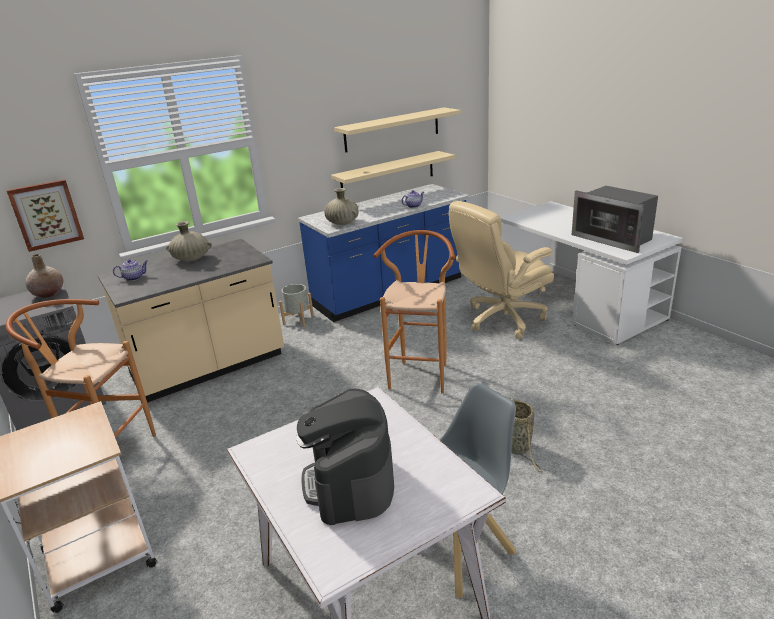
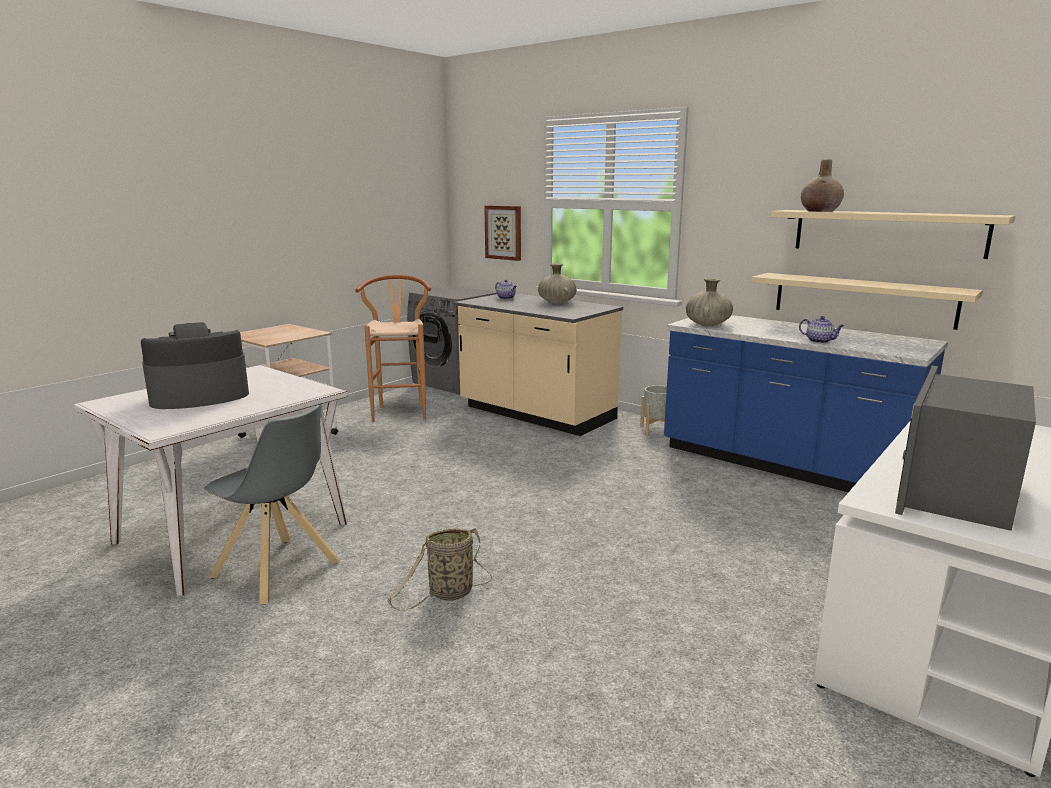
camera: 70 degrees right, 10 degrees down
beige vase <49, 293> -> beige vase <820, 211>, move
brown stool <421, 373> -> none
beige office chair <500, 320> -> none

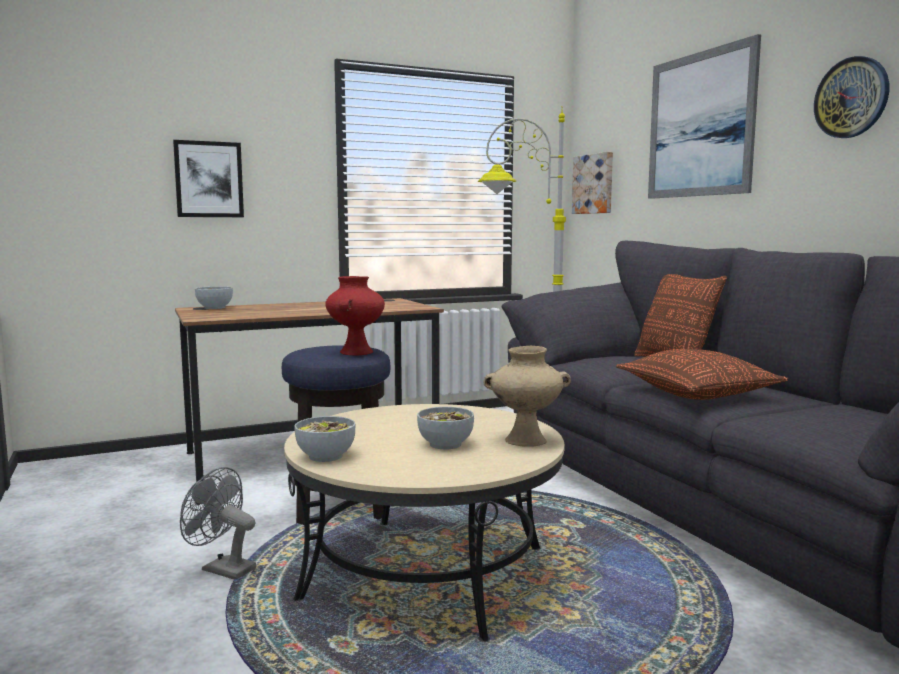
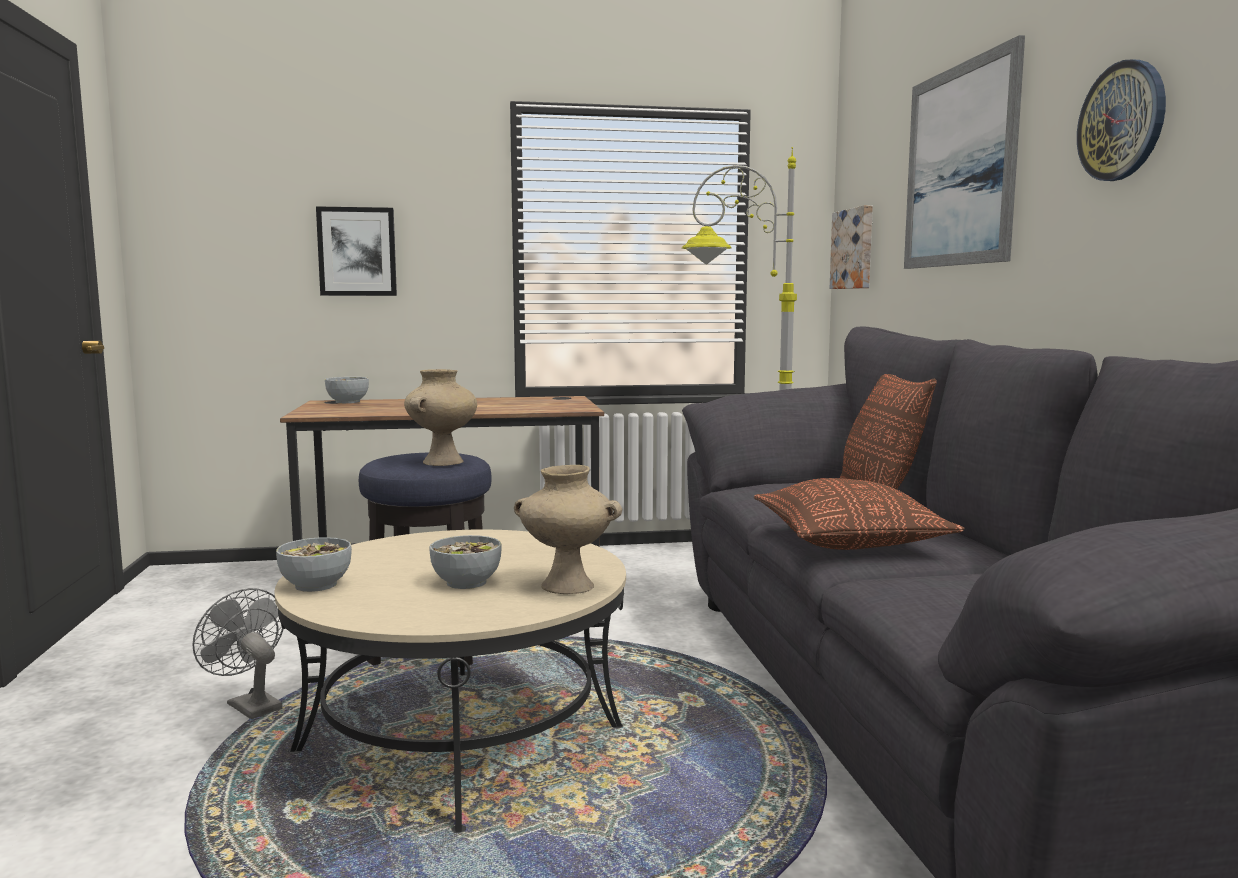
camera: 15 degrees right, 0 degrees up
red vase <356, 352> -> beige vase <443, 462>

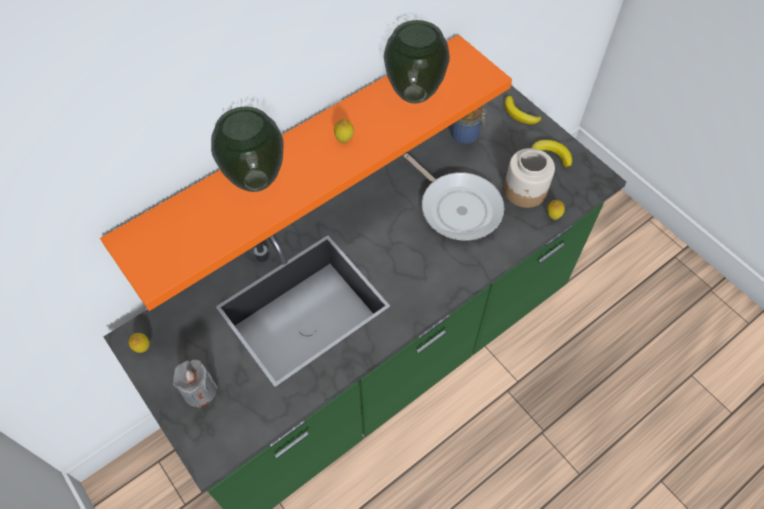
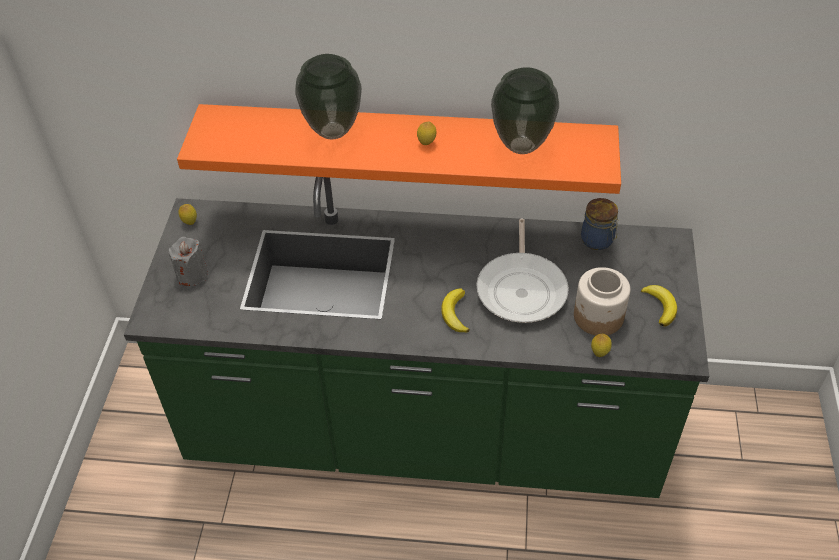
camera: 45 degrees right, 10 degrees down
banana <519, 114> -> banana <455, 313>, move

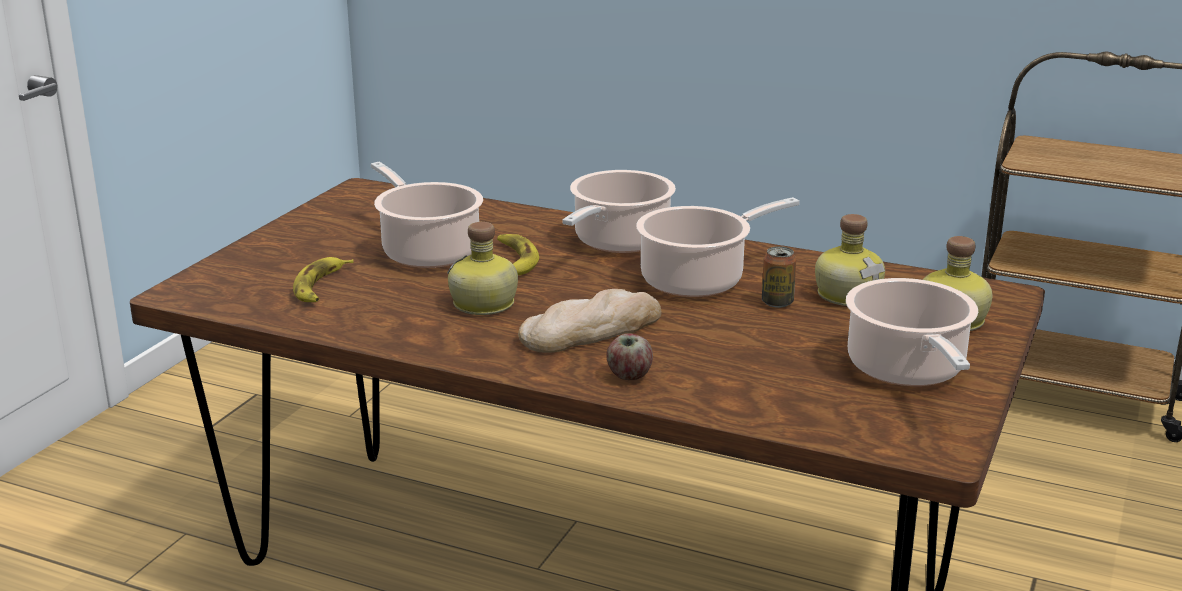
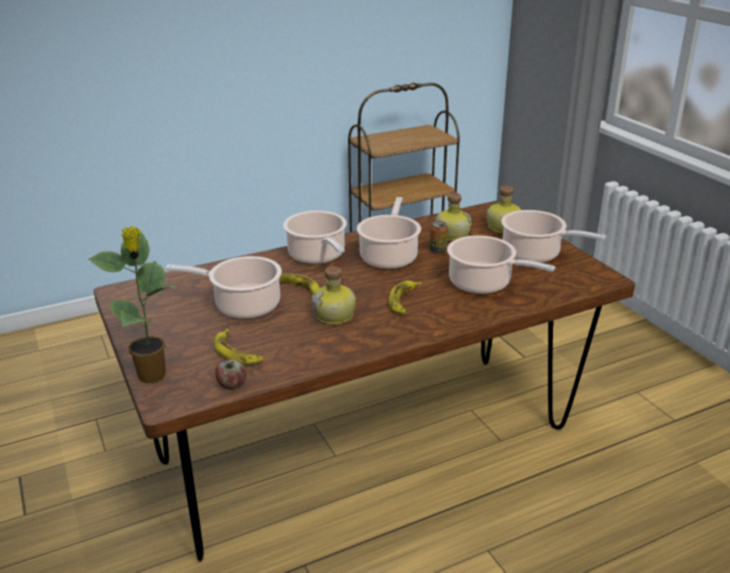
camera: 50 degrees left, 5 degrees up
none -> potted plant <153, 376>
apple <629, 376> -> apple <231, 385>, move
bread <591, 329> -> banana <404, 301>
none -> cooking pot <483, 284>

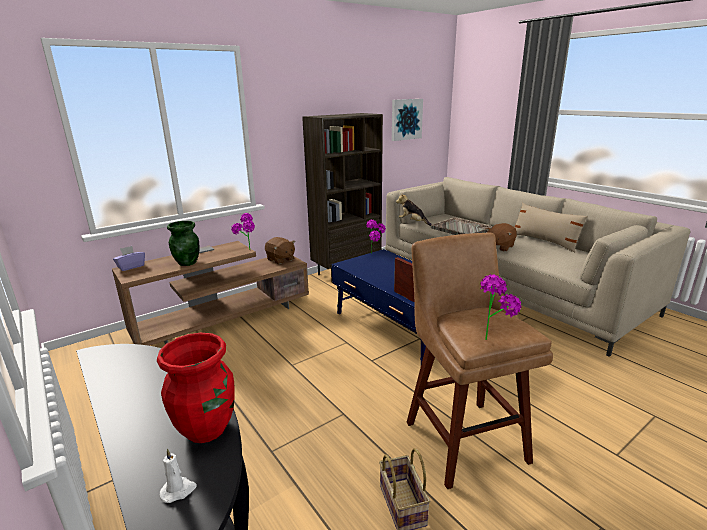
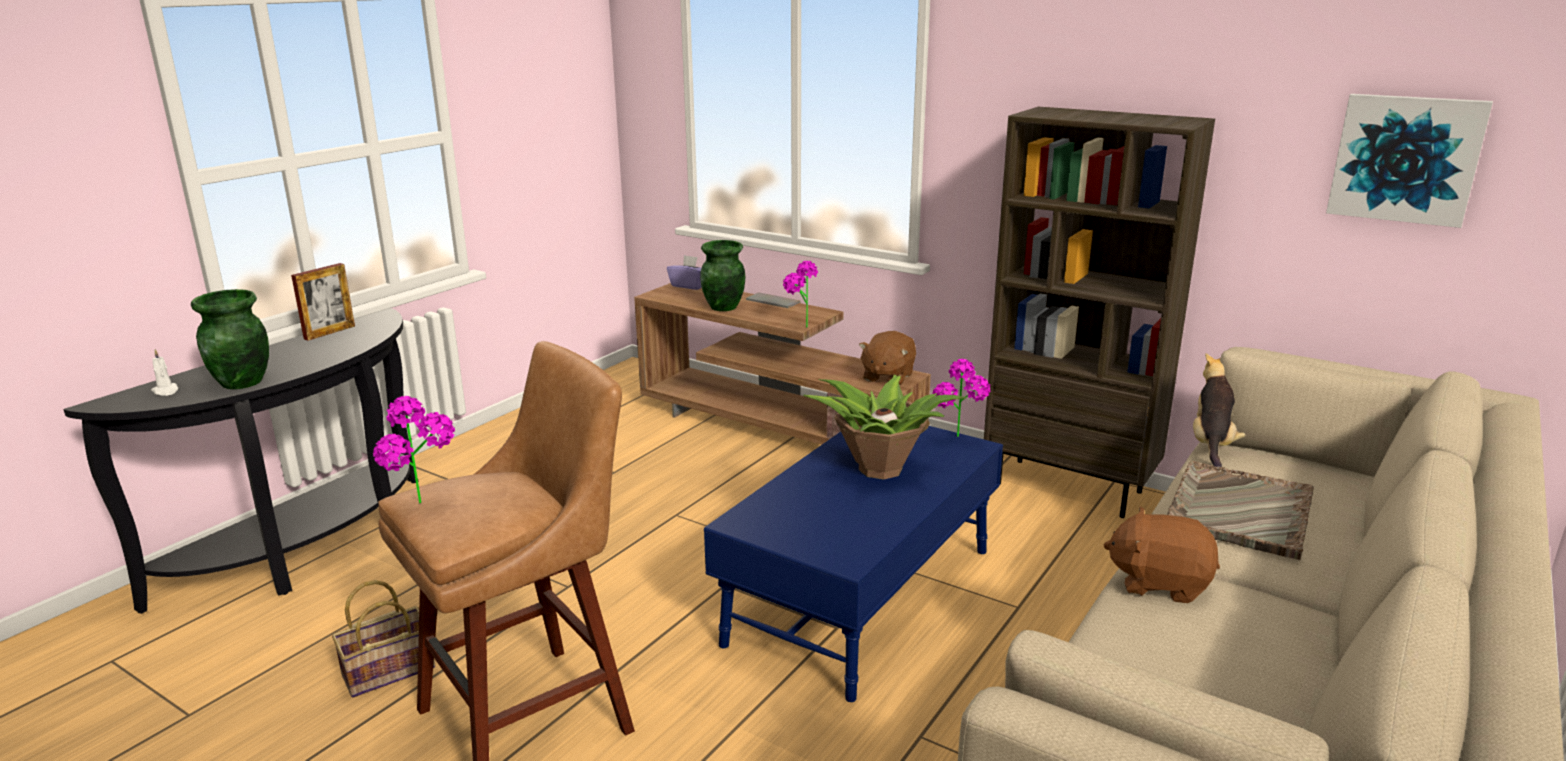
camera: 70 degrees right, 0 degrees up
red vase <207, 428> -> green vase <242, 382>
picture frame <405, 296> -> picture frame <329, 332>, move
none -> potted plant <878, 468>
beige pillow <544, 241> -> none

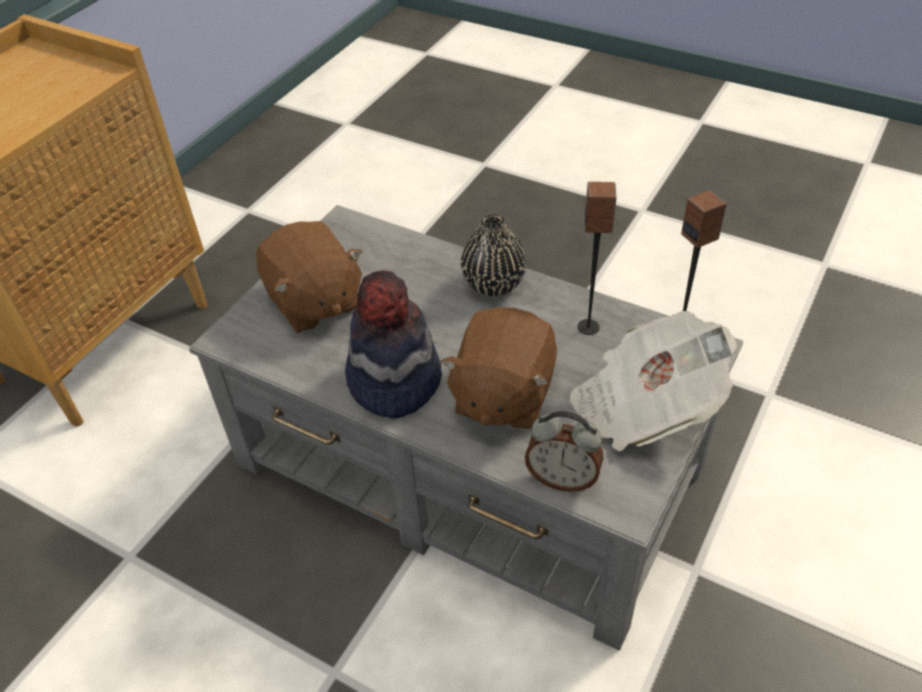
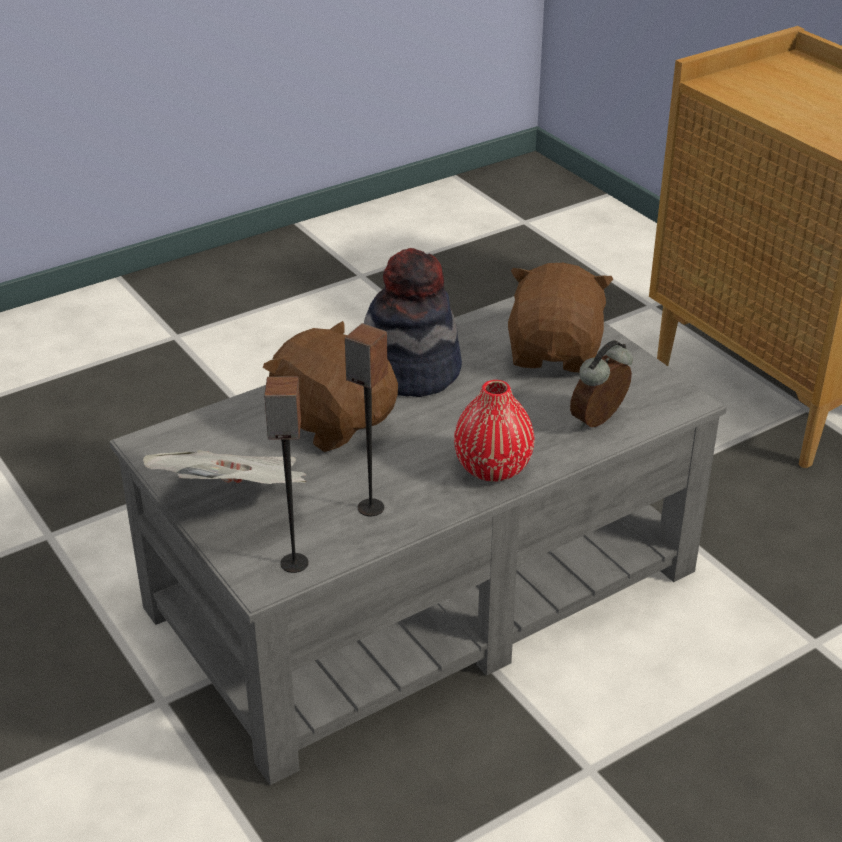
camera: 115 degrees right, 10 degrees down
black vase <493, 284> -> red vase <493, 468>
brown plush toy <314, 303> -> brown plush toy <556, 353>, 105 degrees clockwise
alarm clock <562, 478> -> alarm clock <600, 422>, move

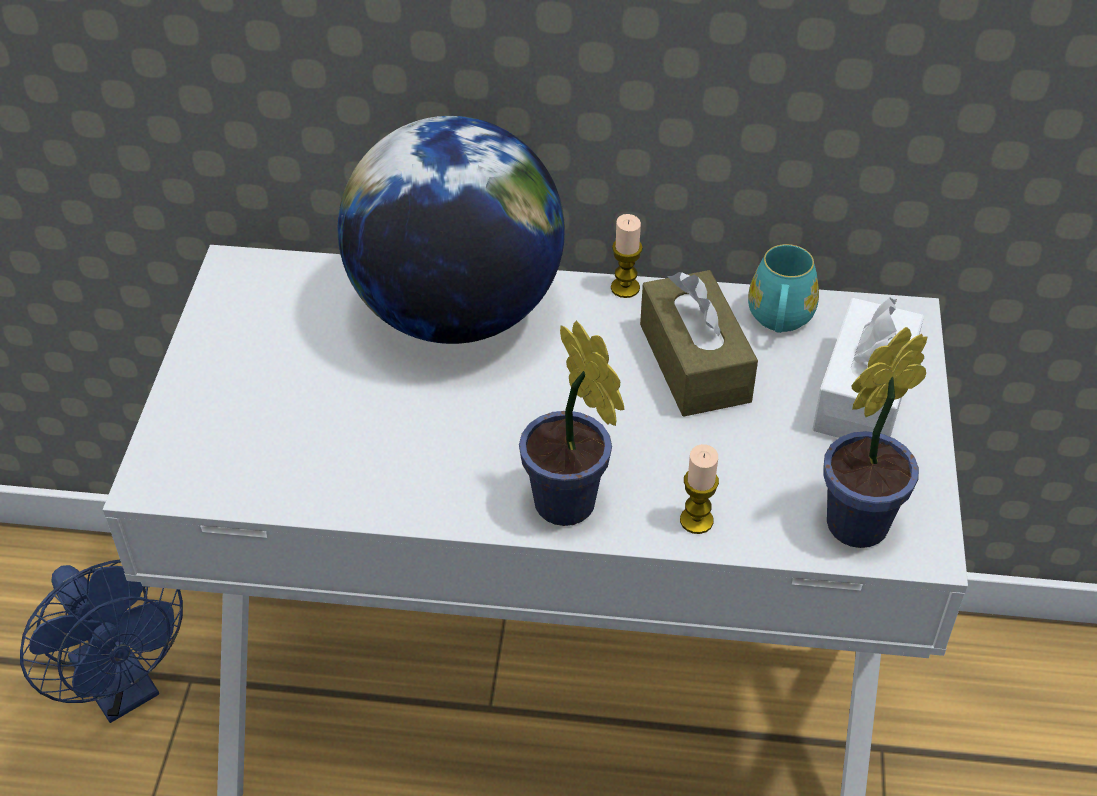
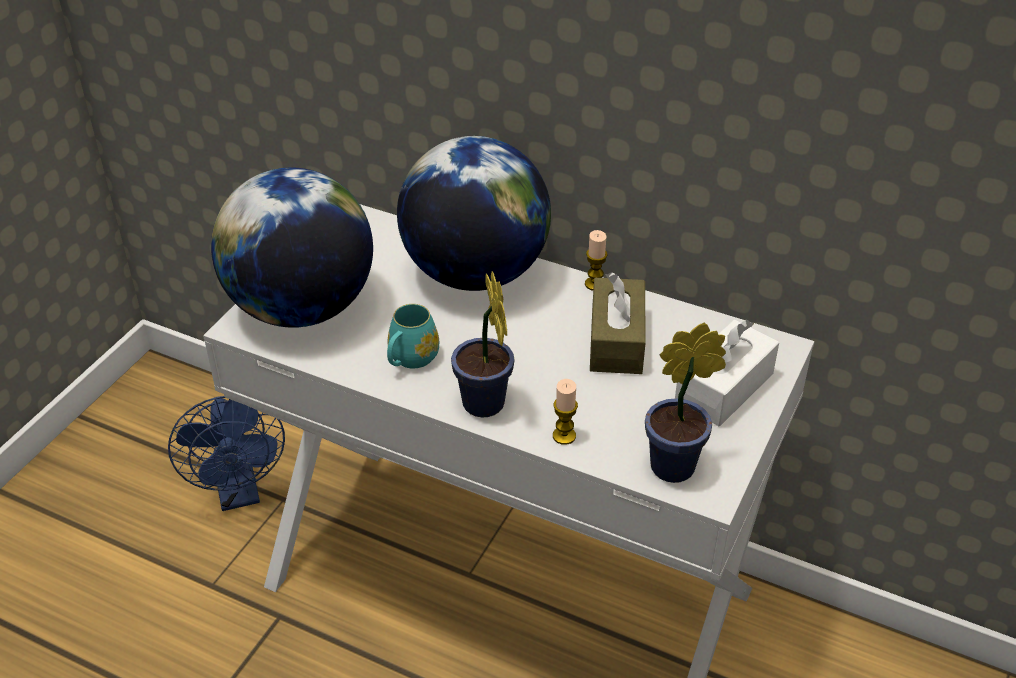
camera: 20 degrees right, 5 degrees down
none -> globe <301, 308>
turquoise mug <779, 320> -> turquoise mug <410, 359>, move

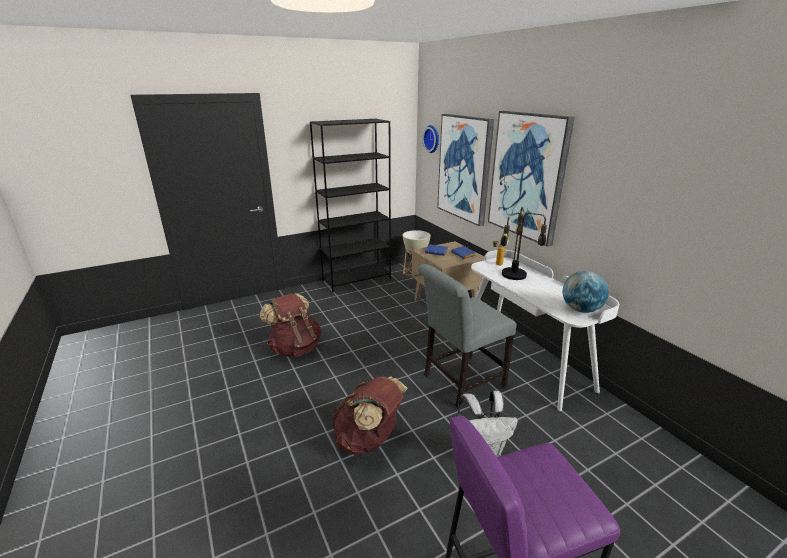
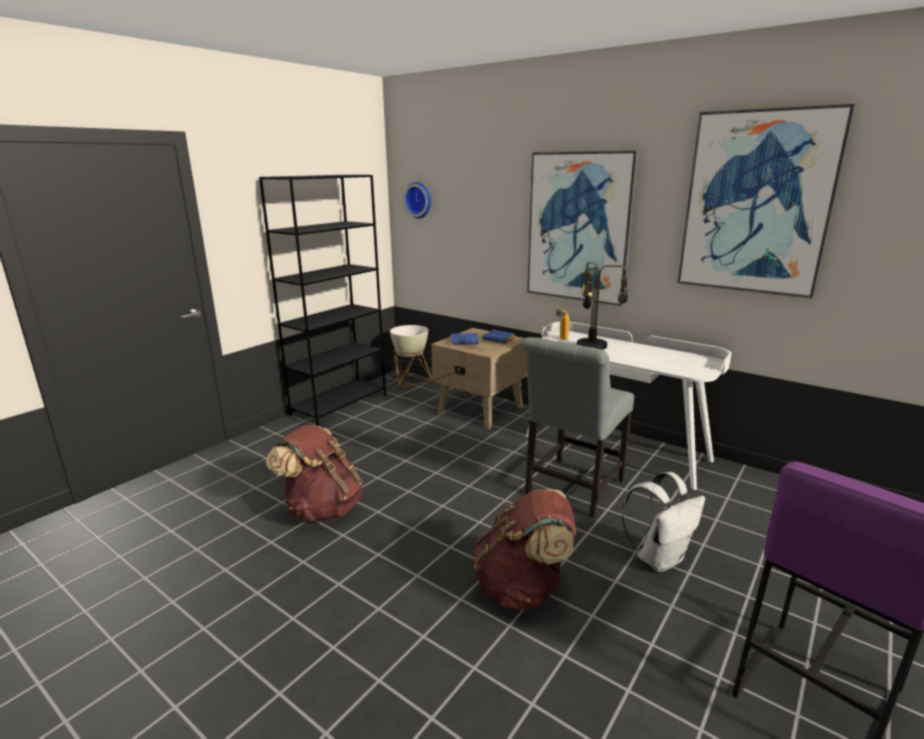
camera: 25 degrees left, 5 degrees down
picture <464, 168> -> picture <757, 203>, move
globe <581, 310> -> none

